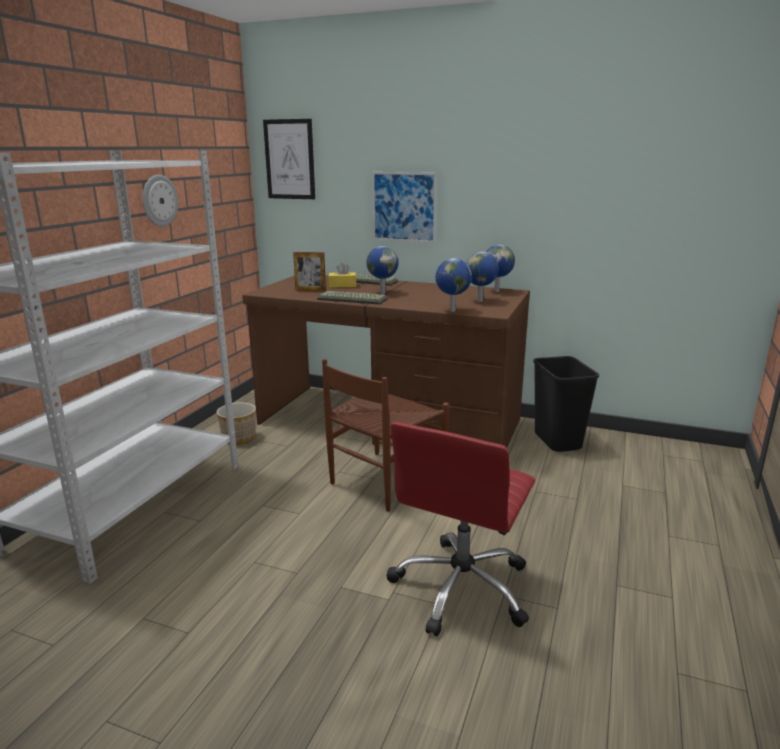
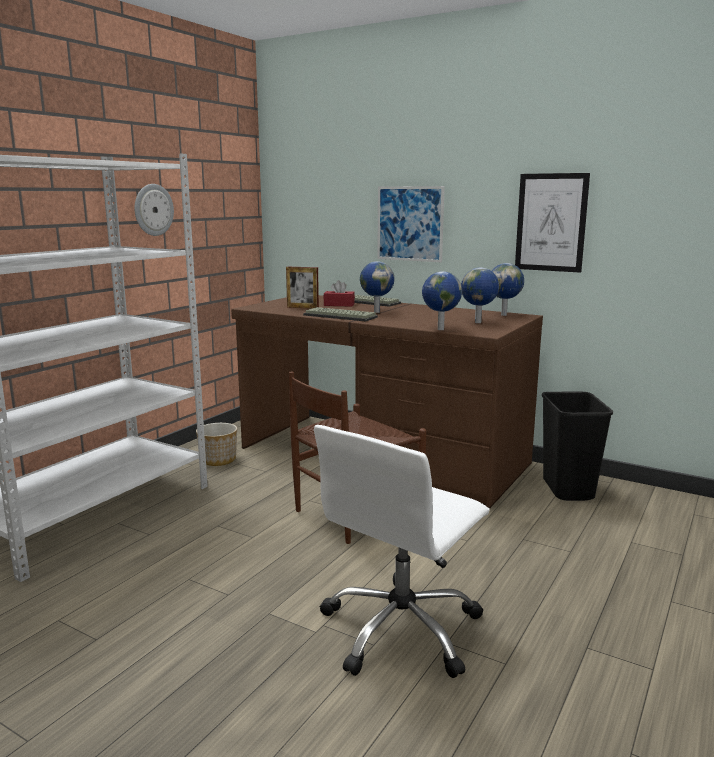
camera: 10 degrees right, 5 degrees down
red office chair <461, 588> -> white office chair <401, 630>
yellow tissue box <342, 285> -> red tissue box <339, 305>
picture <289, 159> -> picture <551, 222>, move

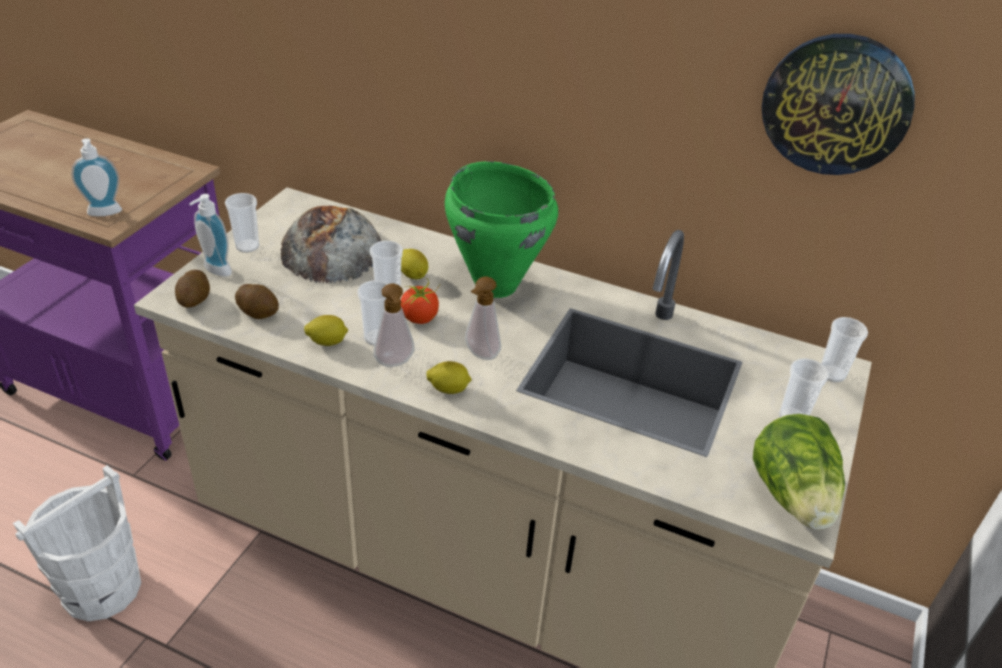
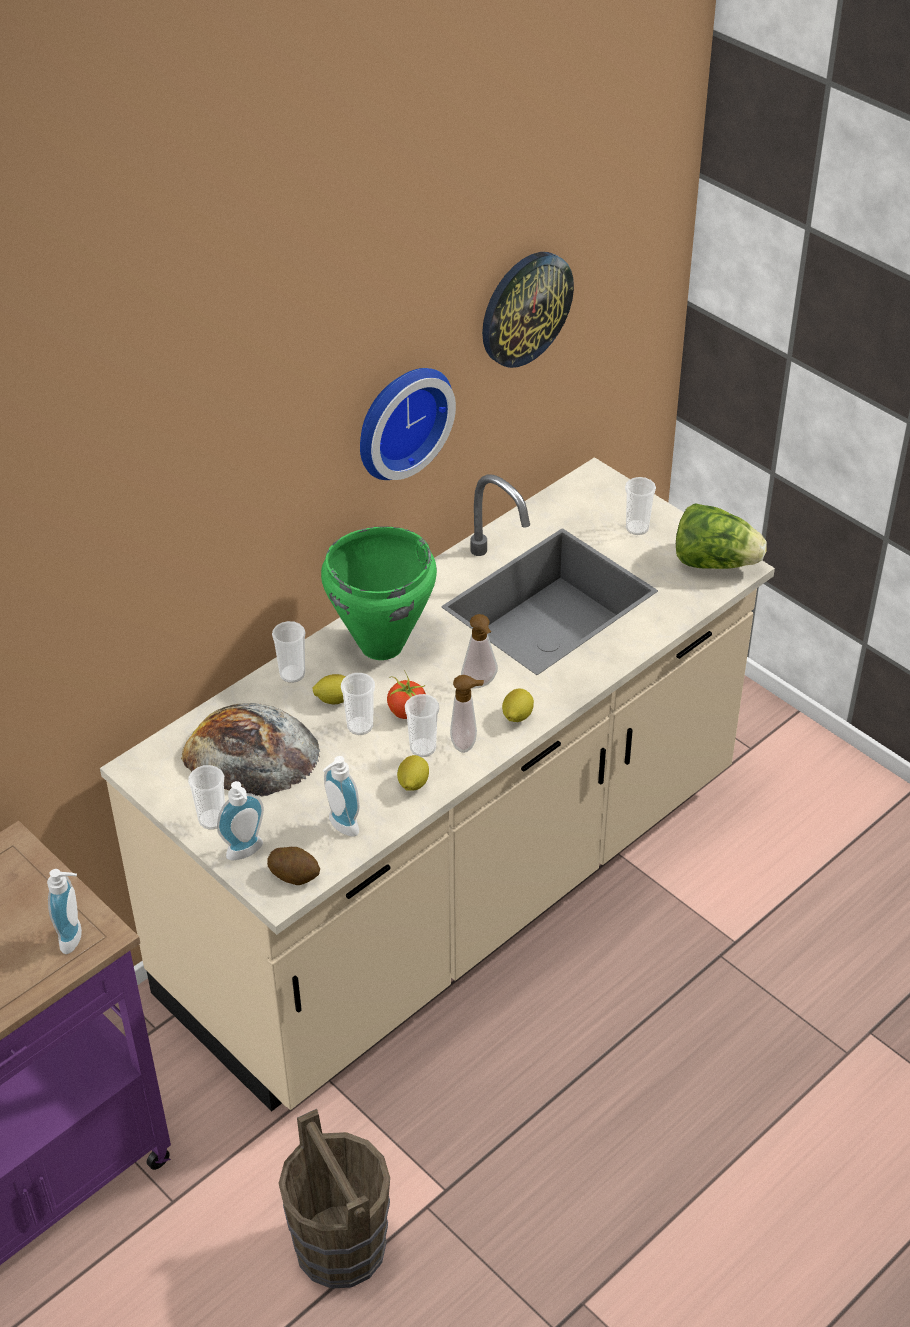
camera: 65 degrees left, 5 degrees up
cup <832, 374> -> cup <292, 674>, move
white bucket <102, 587> -> brown bucket <340, 1245>
potato <259, 312> -> soap dispenser <340, 827>
none -> wall clock <399, 419>

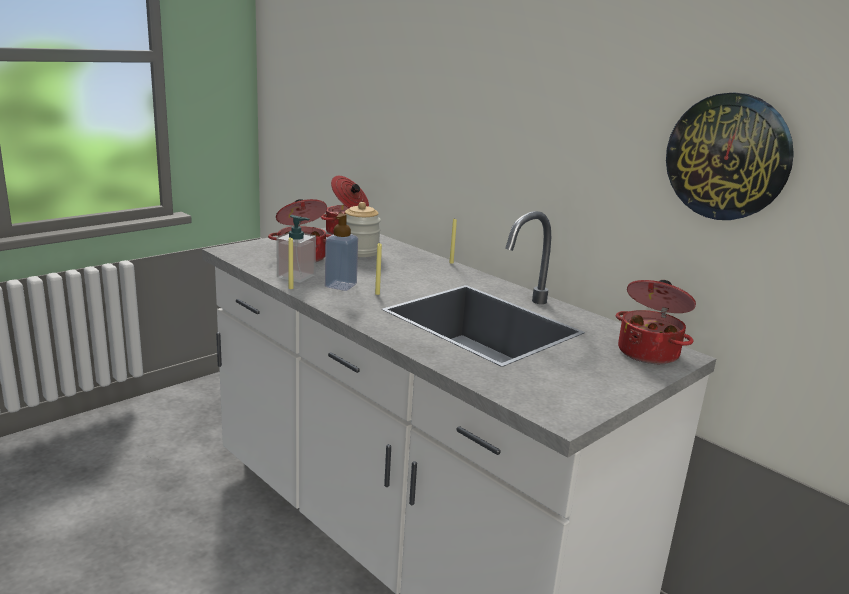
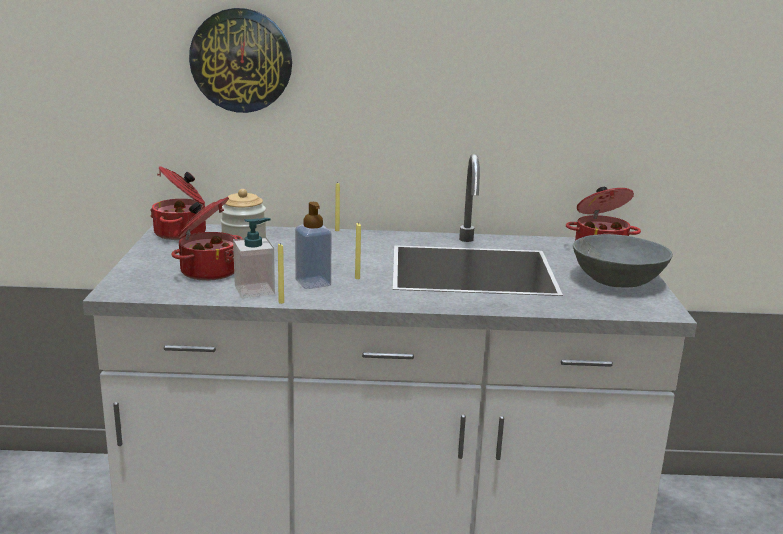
camera: 45 degrees left, 0 degrees up
wall clock <728, 157> -> wall clock <241, 60>, move
none -> grey bowl <618, 281>

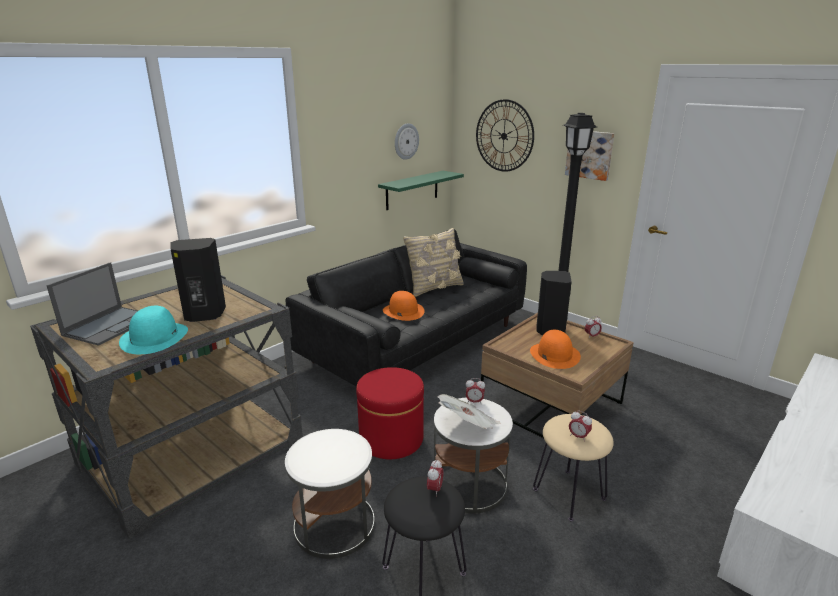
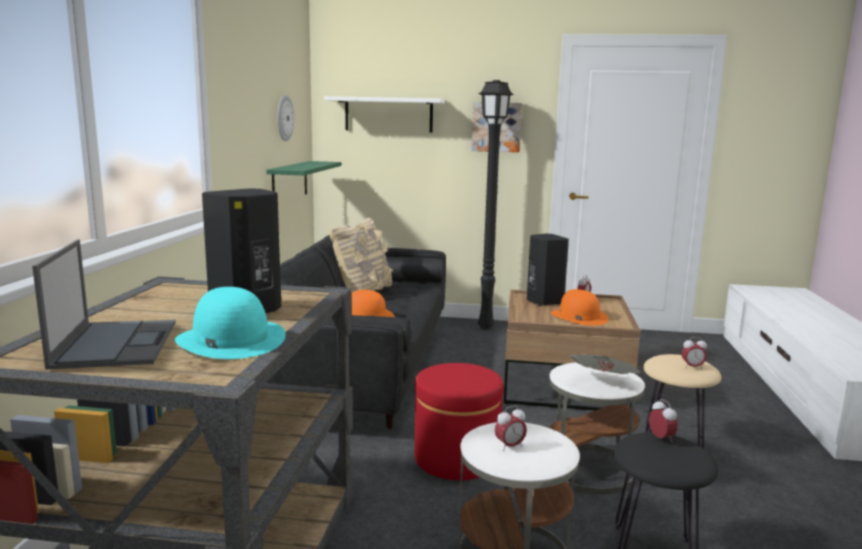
camera: 35 degrees left, 10 degrees down
wall clock <504, 136> -> white shelf <388, 114>
alarm clock <474, 402> -> alarm clock <509, 446>, move

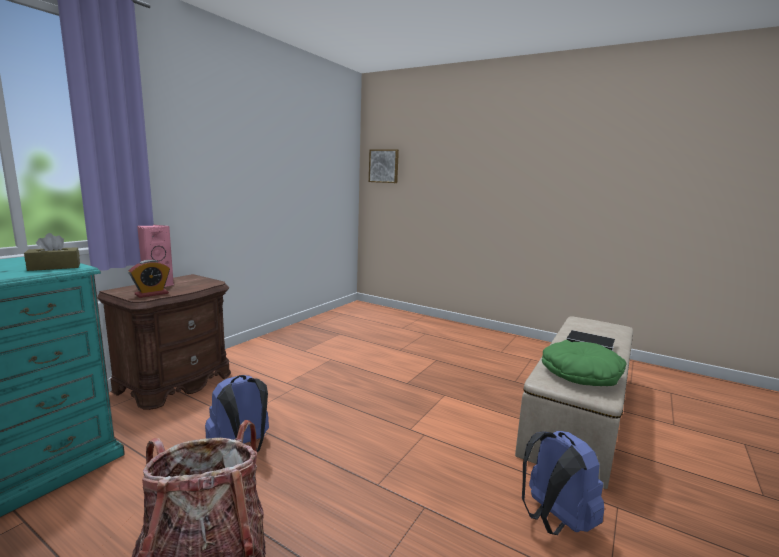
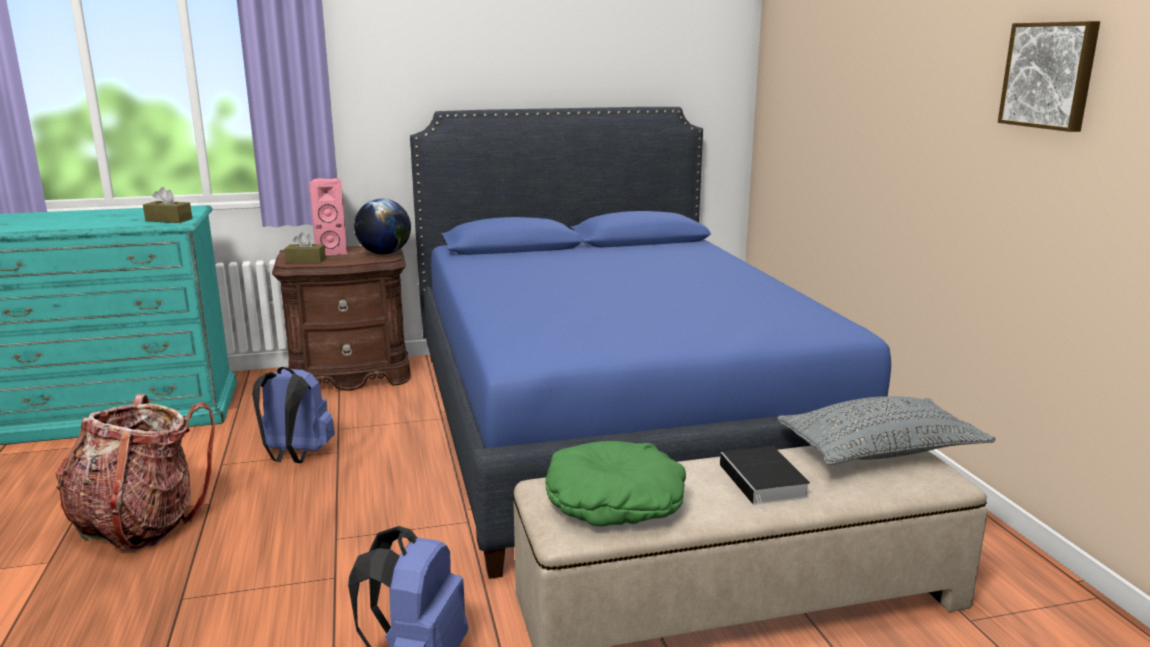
camera: 45 degrees right, 5 degrees up
alarm clock <151, 294> -> brown tissue box <306, 261>
none -> globe <384, 253>
none -> blue bed <615, 422>
none -> grey pillow <880, 451>
picture <384, 166> -> picture <1050, 75>, move

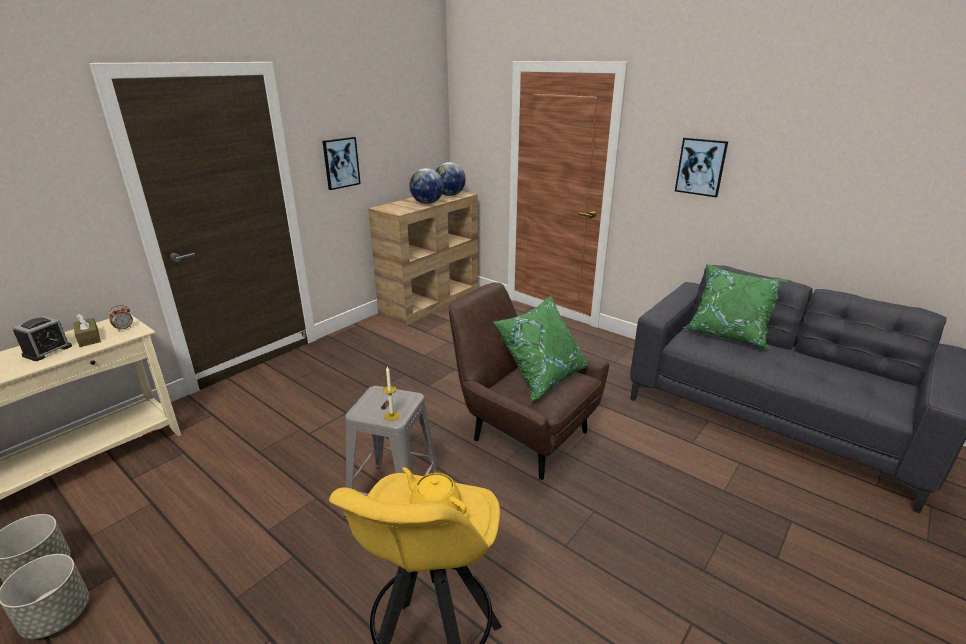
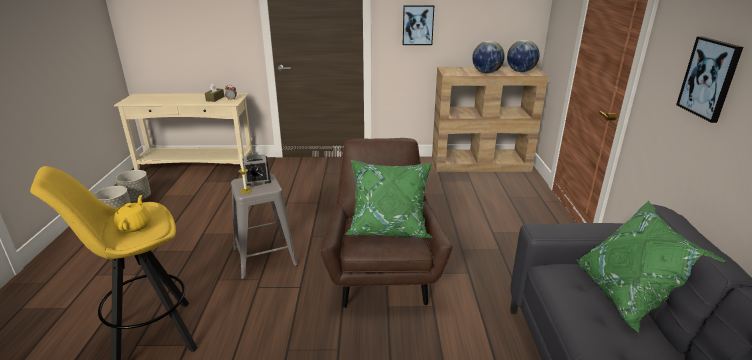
camera: 50 degrees right, 0 degrees up
alarm clock <47, 351> -> alarm clock <257, 180>, move

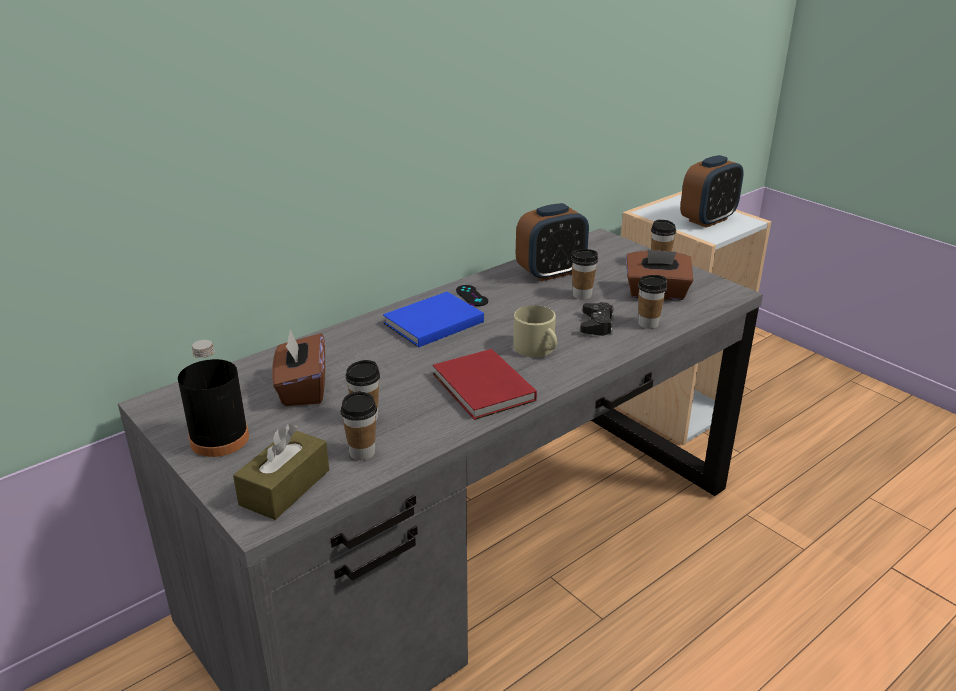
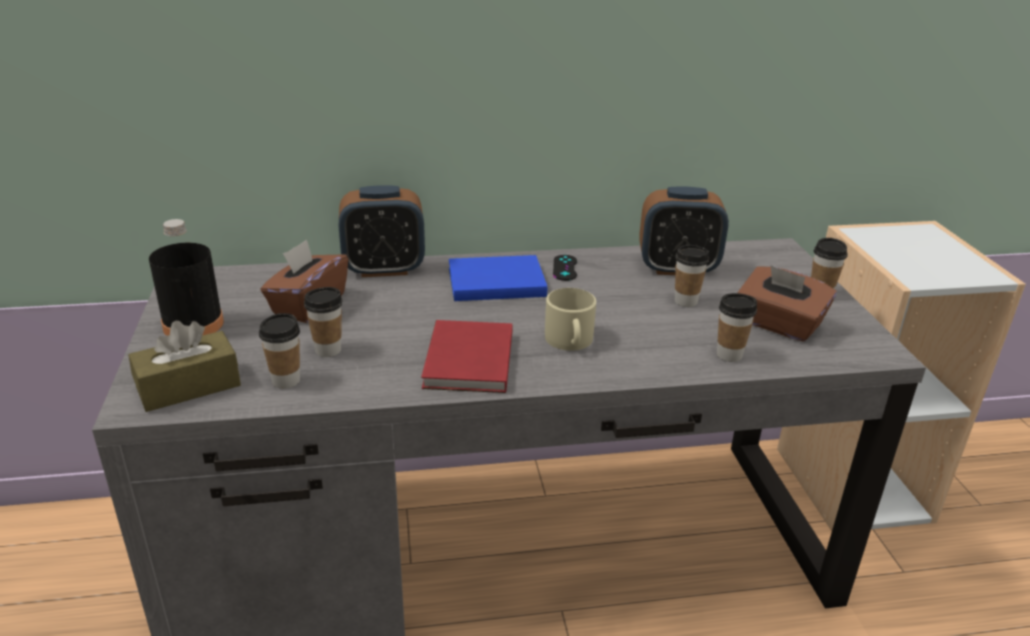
camera: 30 degrees right, 0 degrees up
alarm clock <708, 220> -> alarm clock <384, 269>, move
black game controller <597, 324> -> none

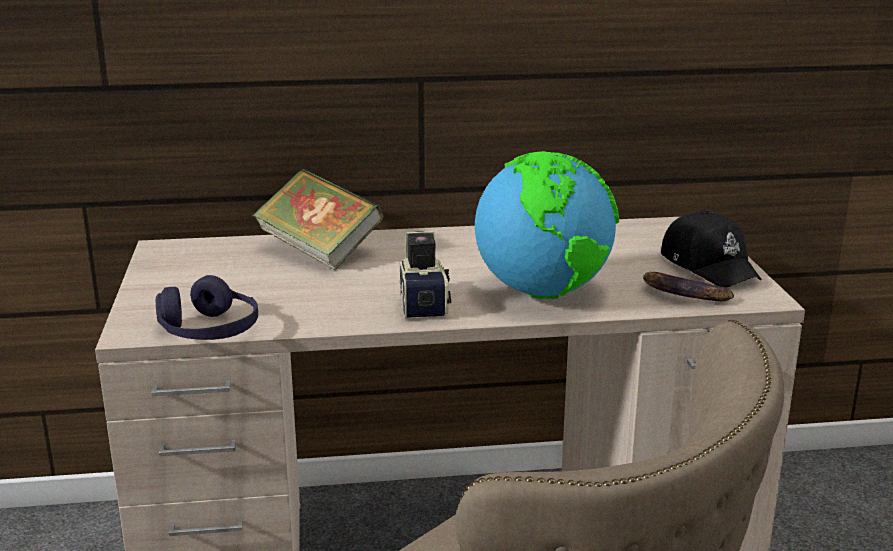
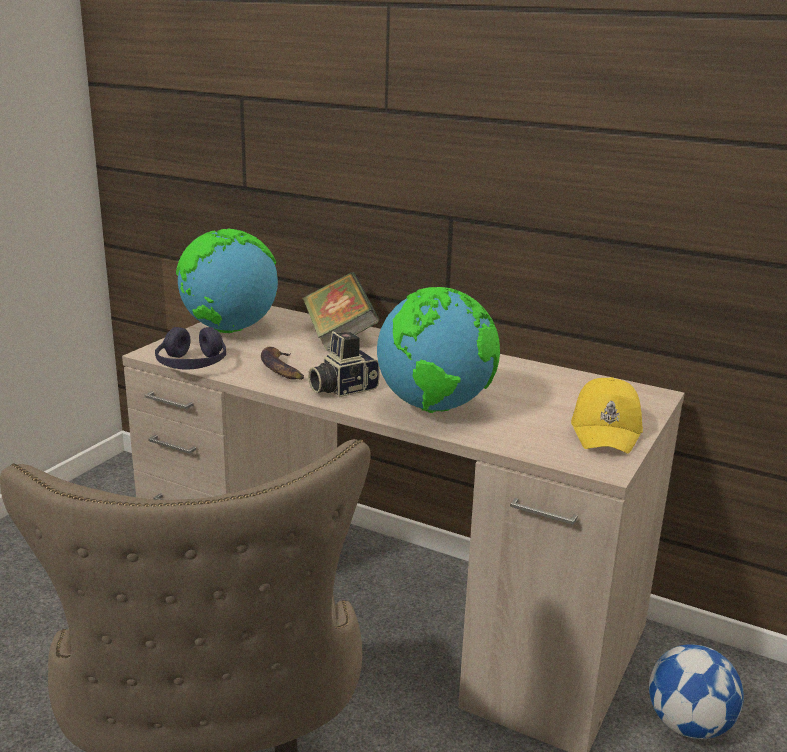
camera: 35 degrees right, 0 degrees up
none -> globe <229, 330>
banana <682, 295> -> banana <281, 369>, move
photo camera <424, 303> -> photo camera <342, 388>, 150 degrees counterclockwise
black cap <709, 266> -> yellow cap <607, 430>
none -> football <688, 725>

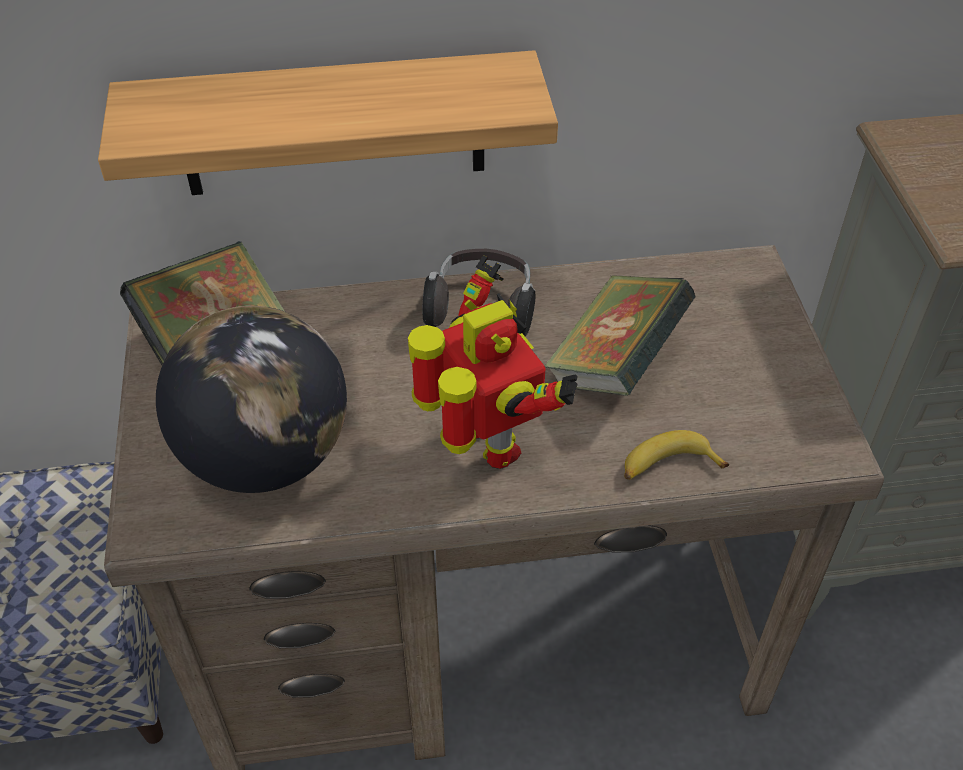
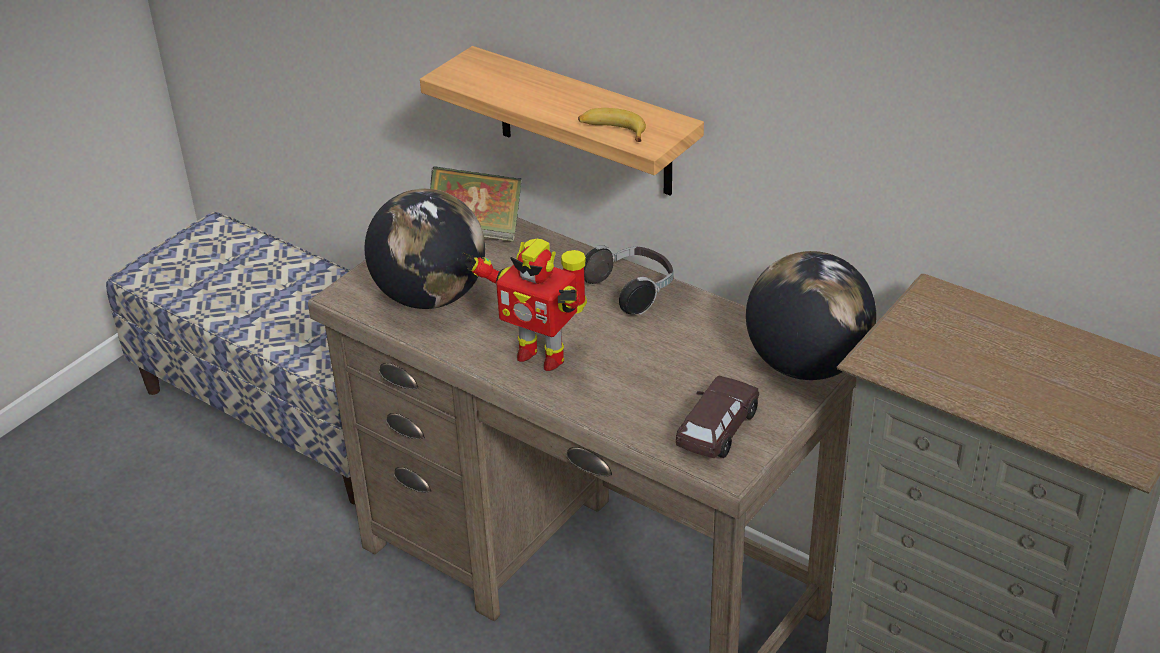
camera: 45 degrees right, 10 degrees down
toy robot <487, 446> -> toy robot <541, 354>, 105 degrees clockwise
banana <668, 466> -> banana <612, 131>, move
none -> brown toy car <716, 430>
none -> globe <806, 365>
book <615, 364> -> none

